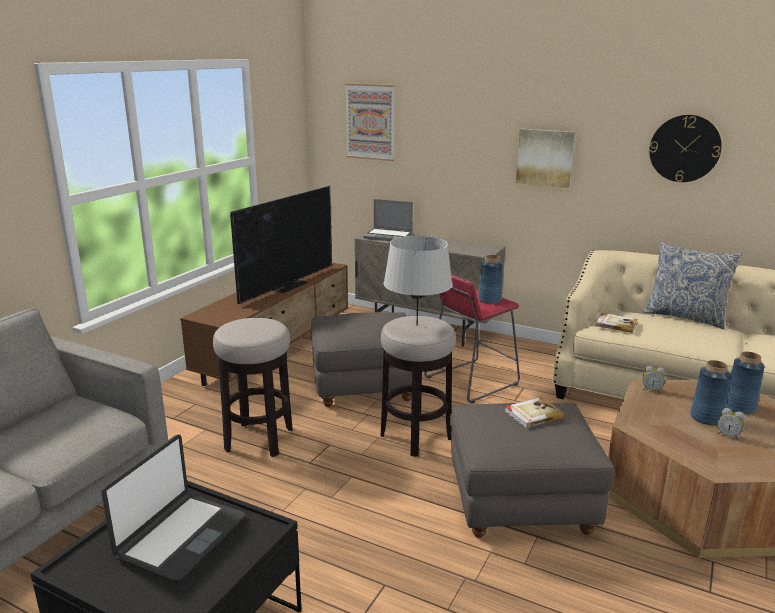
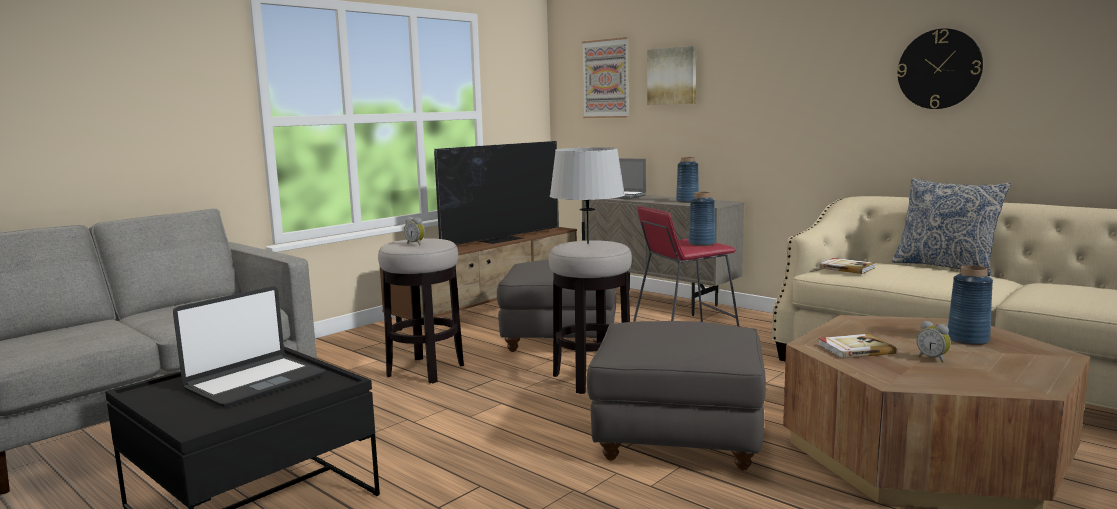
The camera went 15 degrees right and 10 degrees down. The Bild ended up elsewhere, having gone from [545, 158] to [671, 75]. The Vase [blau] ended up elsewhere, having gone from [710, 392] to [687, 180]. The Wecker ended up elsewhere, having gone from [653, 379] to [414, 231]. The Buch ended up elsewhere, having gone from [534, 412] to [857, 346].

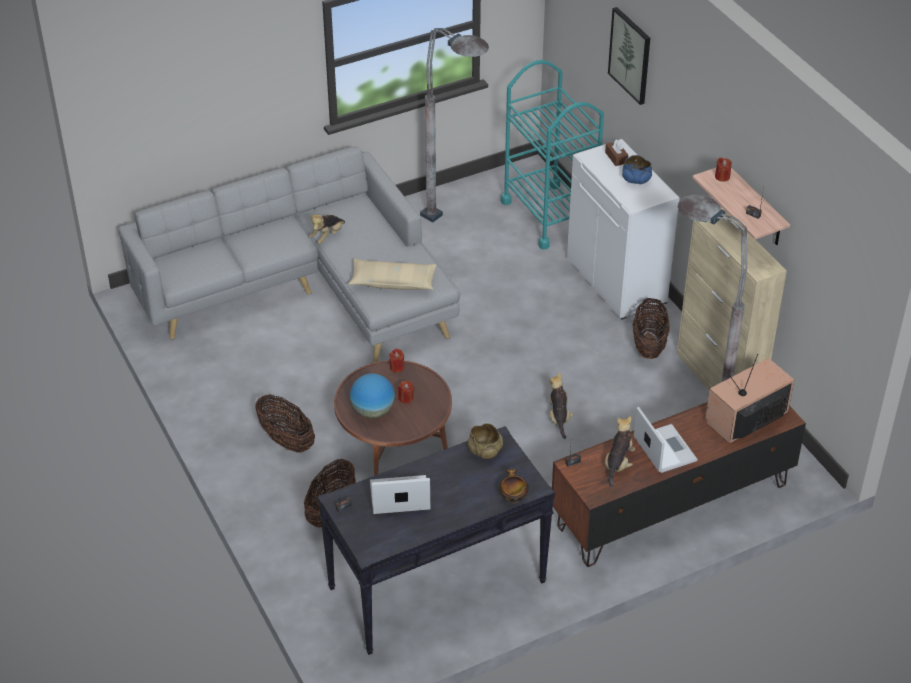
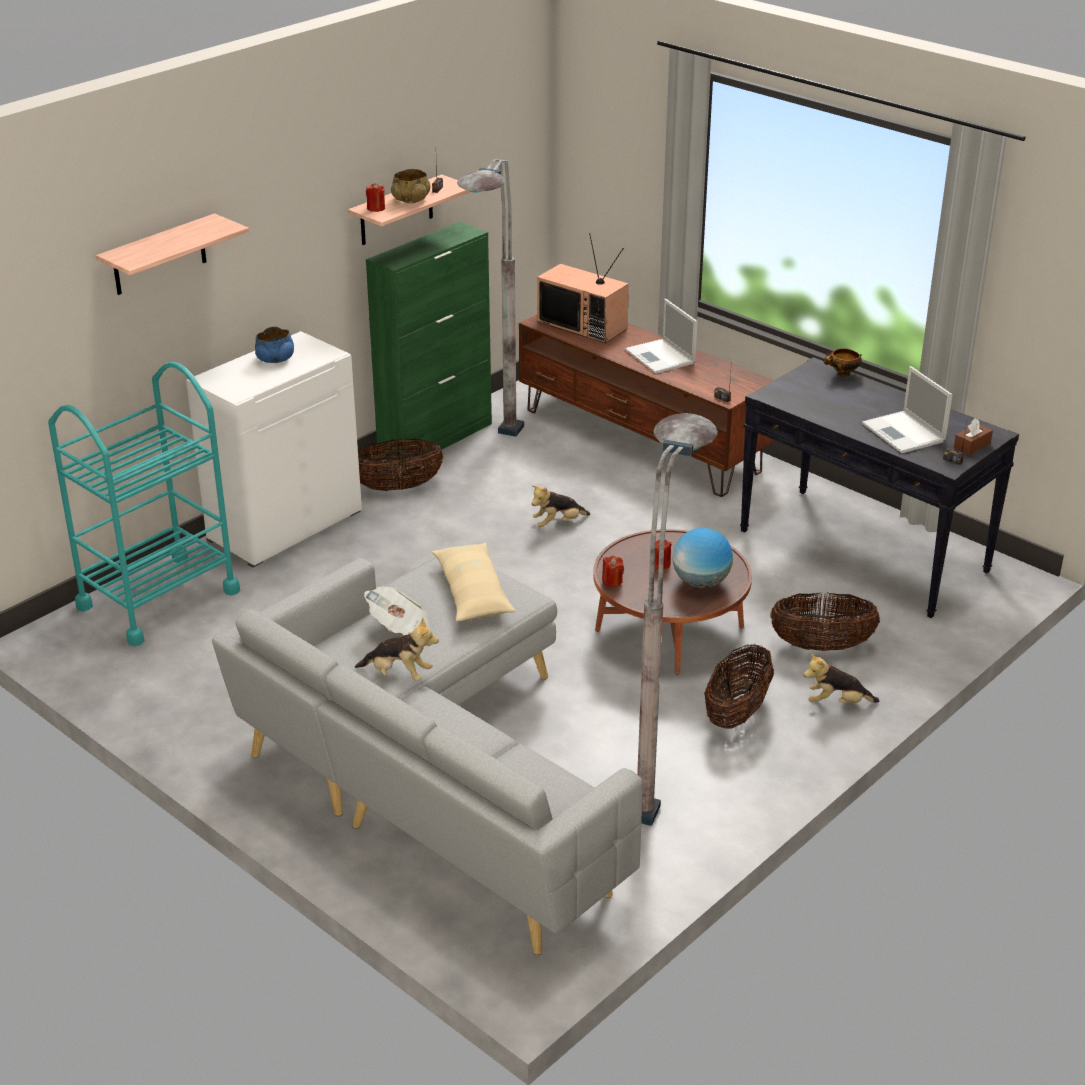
The camera went 110 degrees left and 10 degrees down. Where the Bild hung at [629, 56], the Wandregal came to hang at [172, 254]. The Stehlampe [grau] ended up elsewhere, having gone from [454, 125] to [677, 619]. The Taschentuchbox [braun] ended up elsewhere, having gone from [616, 152] to [973, 436]. What was the Schrank [beige] at [732, 299] turned into the Schrank [grün] at [429, 342]. The Laptop at [666, 440] ended up facing another way, 75 degrees counterclockwise from before. The Plüschtier ended up elsewhere, having gone from [620, 451] to [841, 678]. The Schüssel [beige] ended up elsewhere, having gone from [485, 441] to [410, 186]. The second view gained the Zeitung at [397, 610].

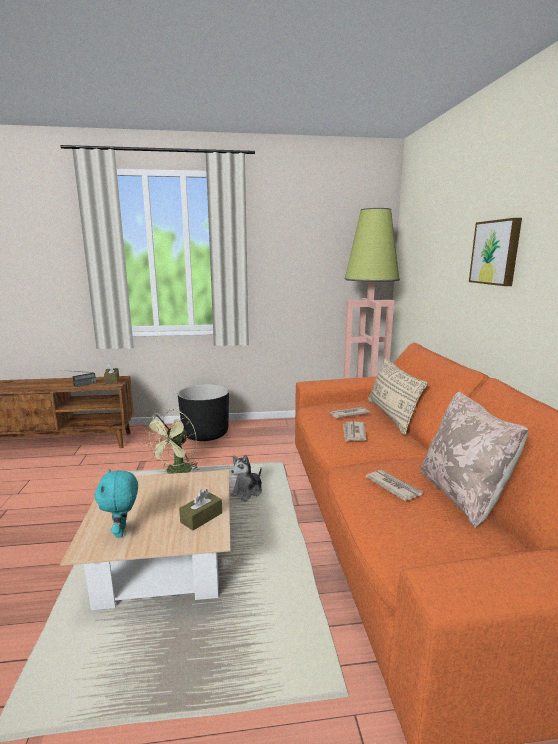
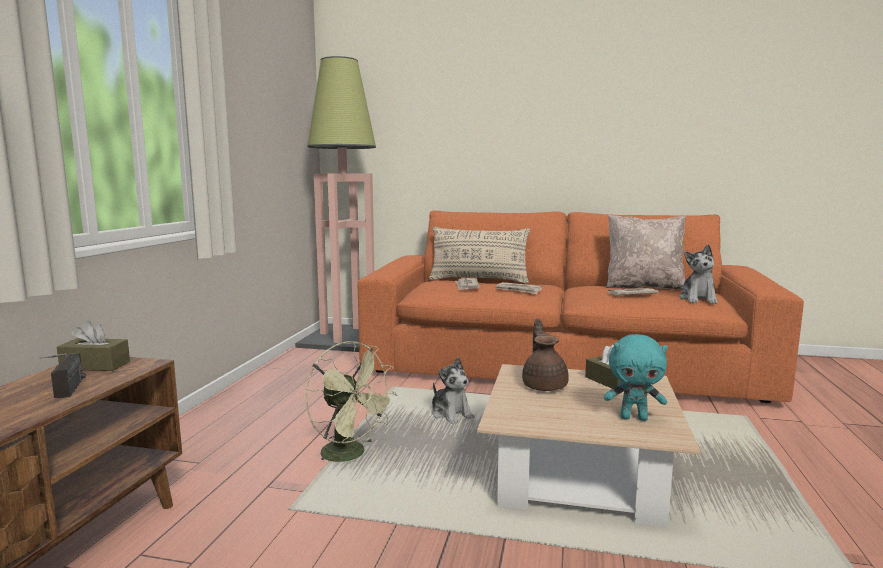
The camera went 70 degrees left and 5 degrees down. The second view lost the Bild at [495, 252]. The second view lost the Pflanzkübel [schwarz] at [203, 412]. The second view gained the Plüschtier at [698, 274]. The second view gained the Teekanne [braun] at [545, 354].

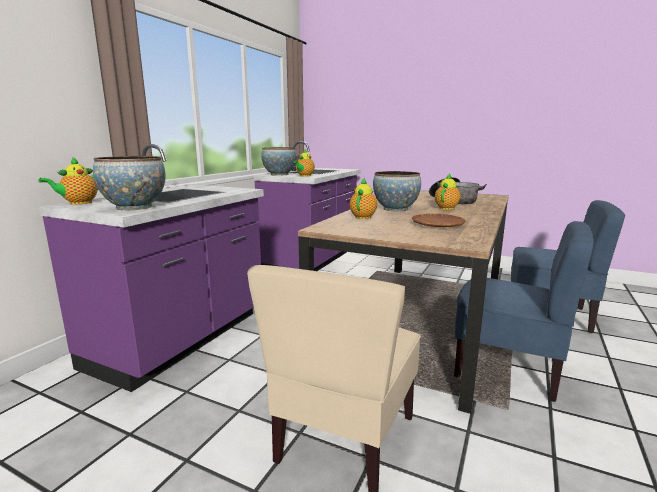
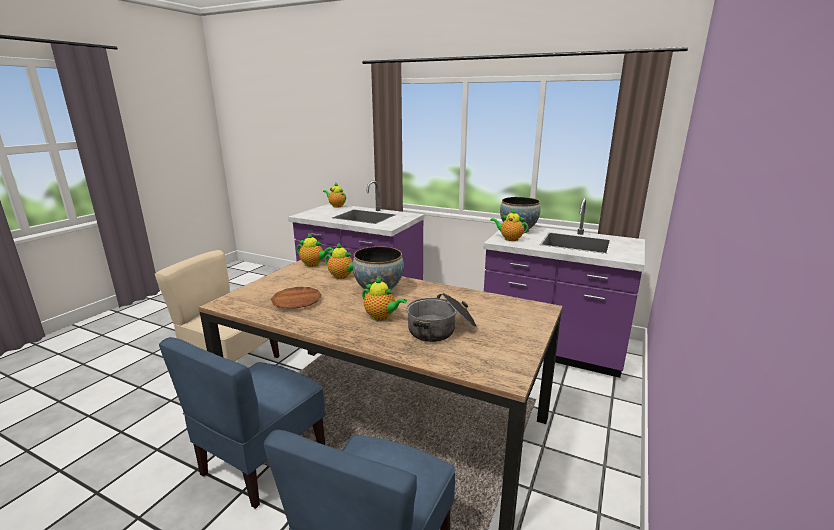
The camera went 90 degrees right and 5 degrees up. The second view lost the Schüssel at [129, 183]. The second view gained the Teekanne at [314, 250].

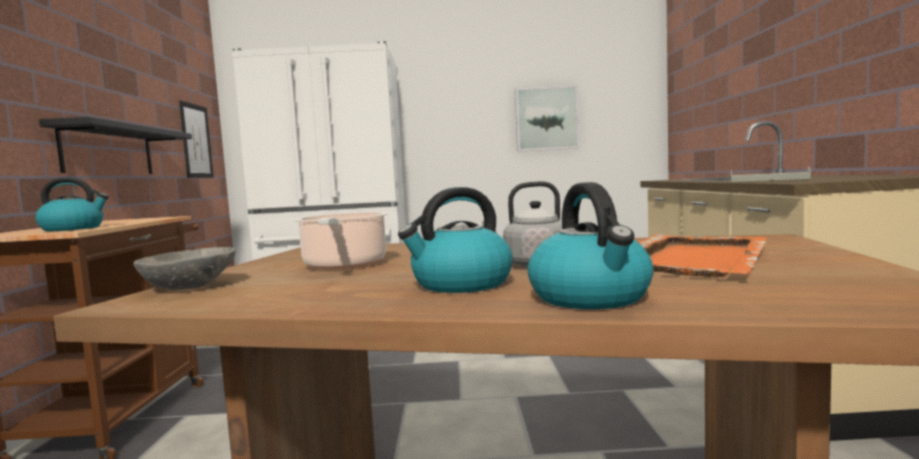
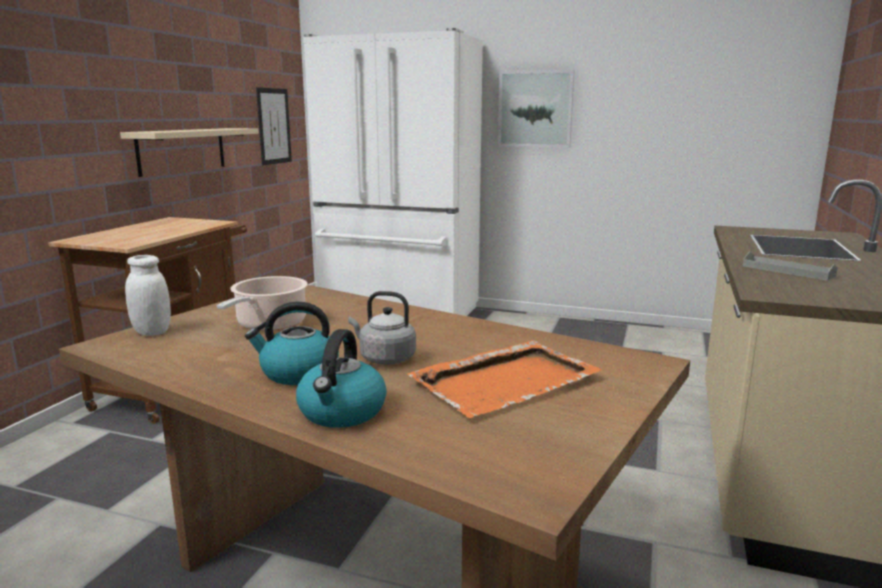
The camera went 20 degrees right and 10 degrees up. The Bild ended up elsewhere, having gone from [547, 118] to [536, 108]. What was the Wandregal [schwarz] at [115, 145] turned into the Wandregal [beige] at [189, 152]. The second view lost the Wasserkessel at [72, 204]. Where the Schüssel [grau] stood at [184, 268], the Vorratsglas [weiß] came to stand at [148, 295].

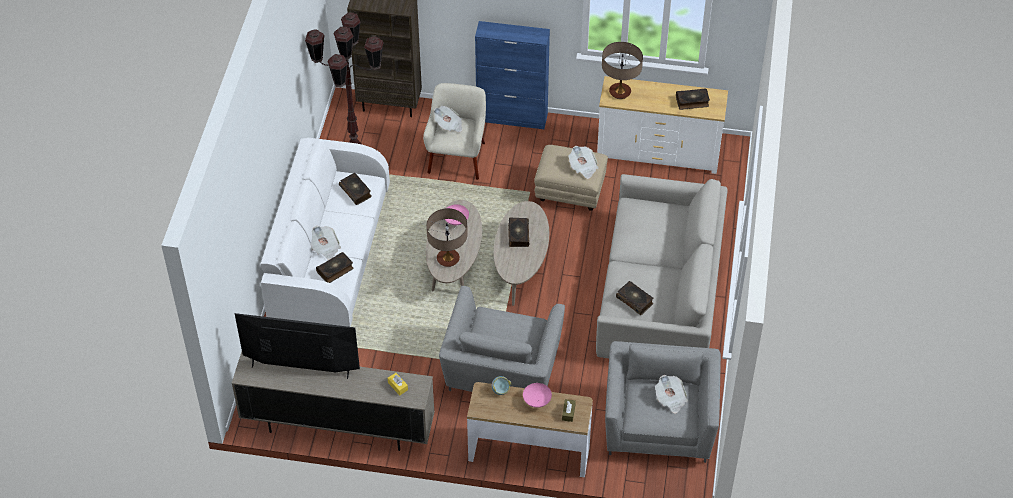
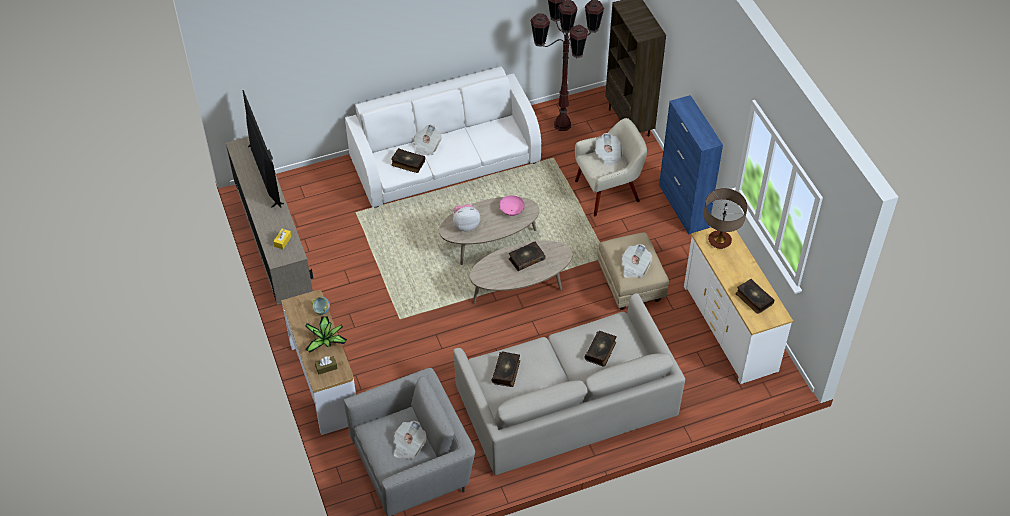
The camera went 60 degrees right and 0 degrees up. The Buch ended up elsewhere, having gone from [355, 189] to [600, 349]. Where the Tischlampe stood at [447, 237], the Plüschtier came to stand at [466, 218]. The second view lost the Sessel [grau] at [502, 339]. Where the Schüssel [rosa] stood at [537, 395], the Topfpflanze came to stand at [326, 334].

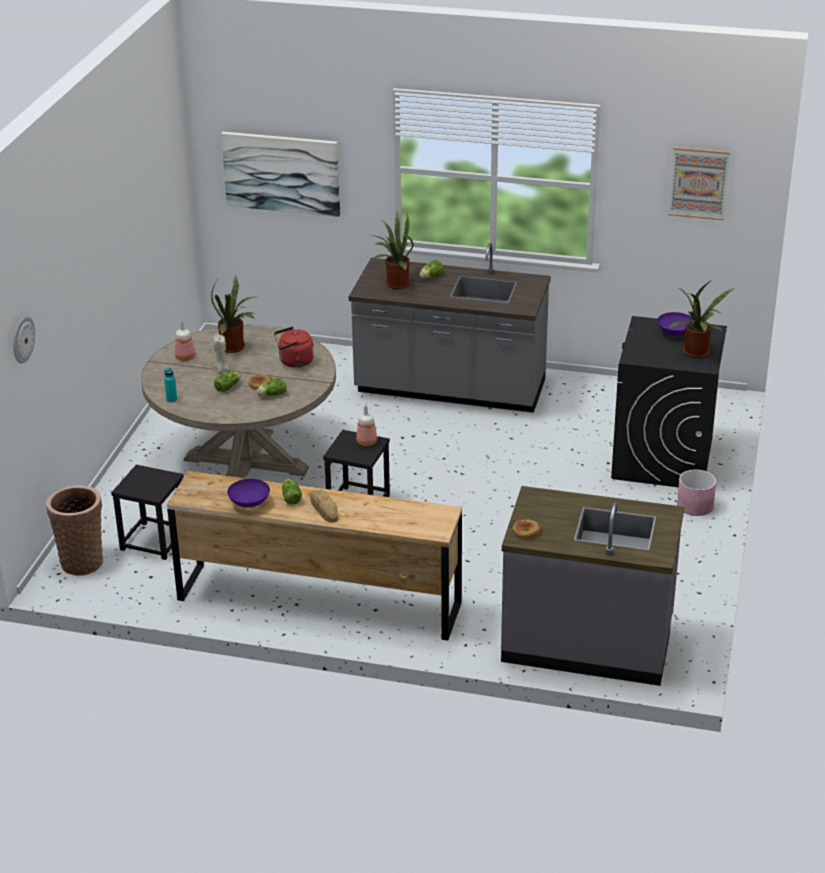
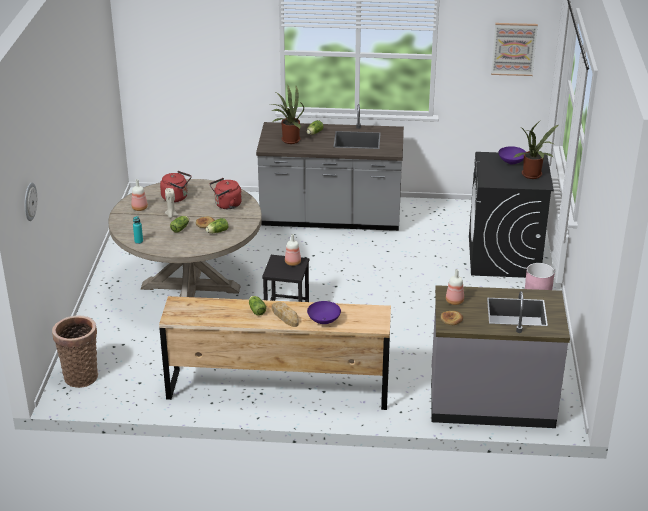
The camera went 10 degrees left and 0 degrees up. The second view lost the Bild at [280, 174]. Where the Topfpflanze stood at [233, 314], the Wasserkessel [rot] came to stand at [175, 186]. The second view lost the Hocker [schwarz] at [147, 512]. The Schüssel [lila] ended up elsewhere, having gone from [248, 493] to [324, 312]. The second view gained the Flasche at [455, 287].

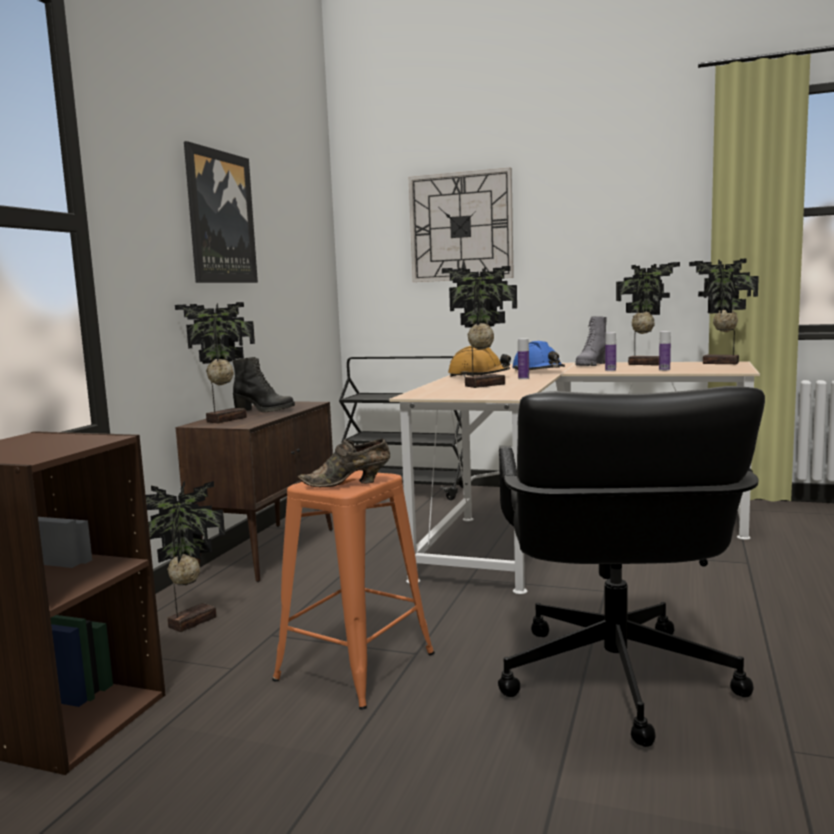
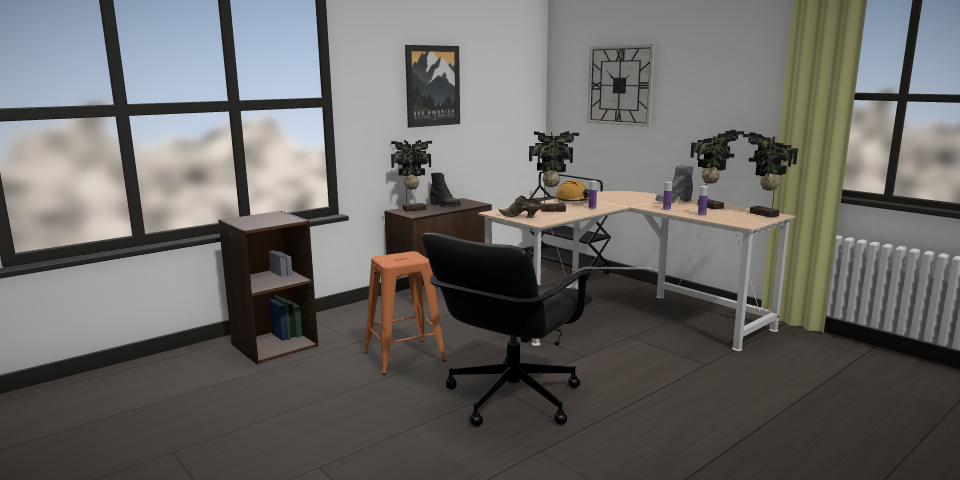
The camera went 30 degrees right and 5 degrees up. The second view lost the Schutzhelm [blau] at [538, 356]. The Schuh [braun] ended up elsewhere, having gone from [344, 463] to [520, 206]. The second view lost the Topfpflanze at [185, 556].

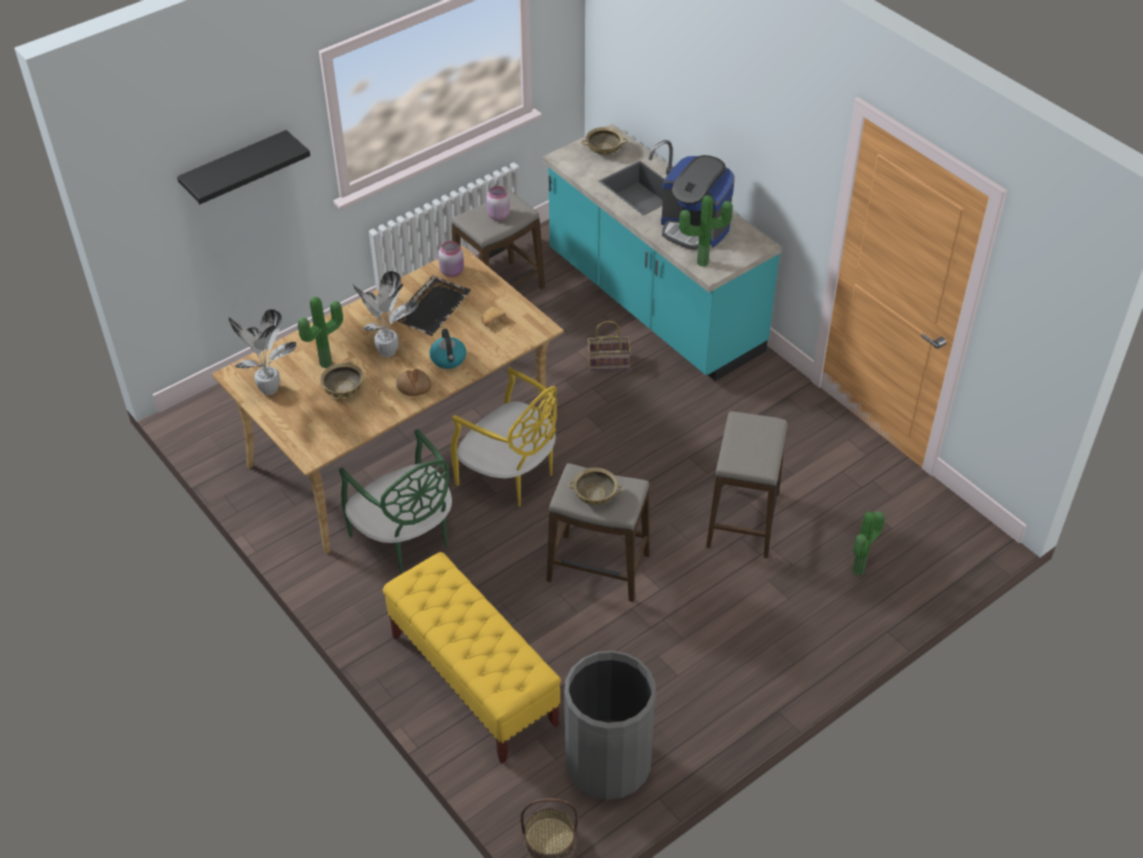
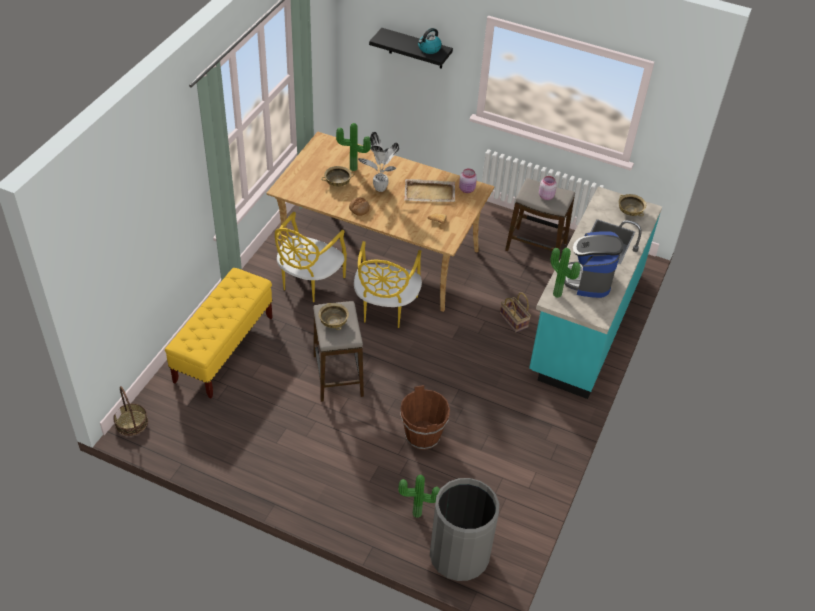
The camera went 60 degrees right and 0 degrees up. What was the Tablett [schwarz] at [433, 305] turned into the Tablett [beige] at [429, 190]. The second view lost the Topfpflanze at [262, 352]. The Wasserkessel ended up elsewhere, having gone from [447, 349] to [430, 41]. Where the Hocker stood at [746, 484], the Eimer [braun] came to stand at [425, 417]. What was the Stuhl [grün] at [395, 501] turned into the Stuhl [gelb] at [311, 256]. The Mülleimer [grau] ended up elsewhere, having gone from [610, 725] to [464, 529].

